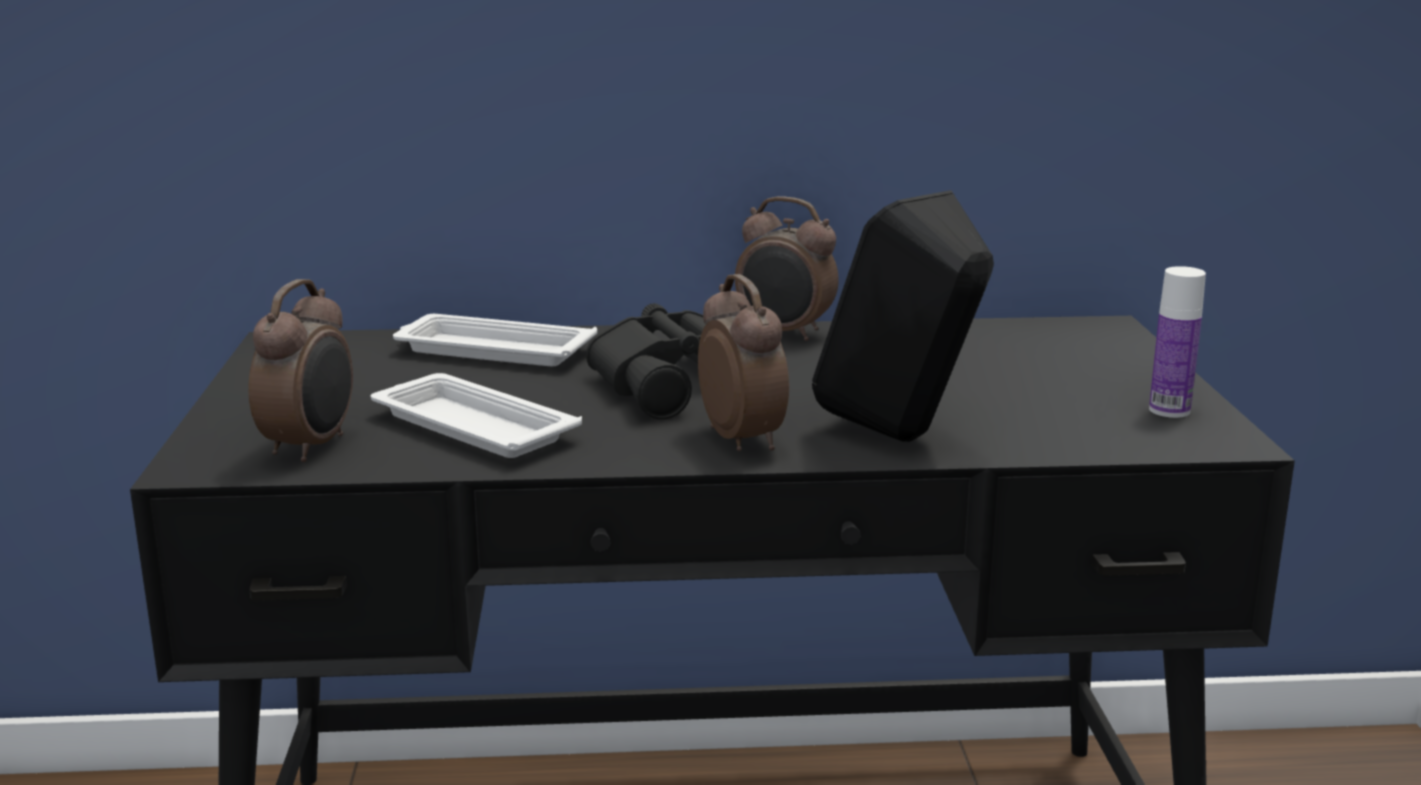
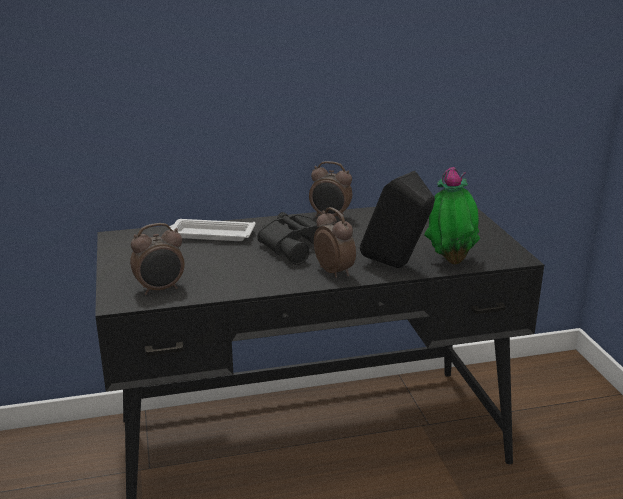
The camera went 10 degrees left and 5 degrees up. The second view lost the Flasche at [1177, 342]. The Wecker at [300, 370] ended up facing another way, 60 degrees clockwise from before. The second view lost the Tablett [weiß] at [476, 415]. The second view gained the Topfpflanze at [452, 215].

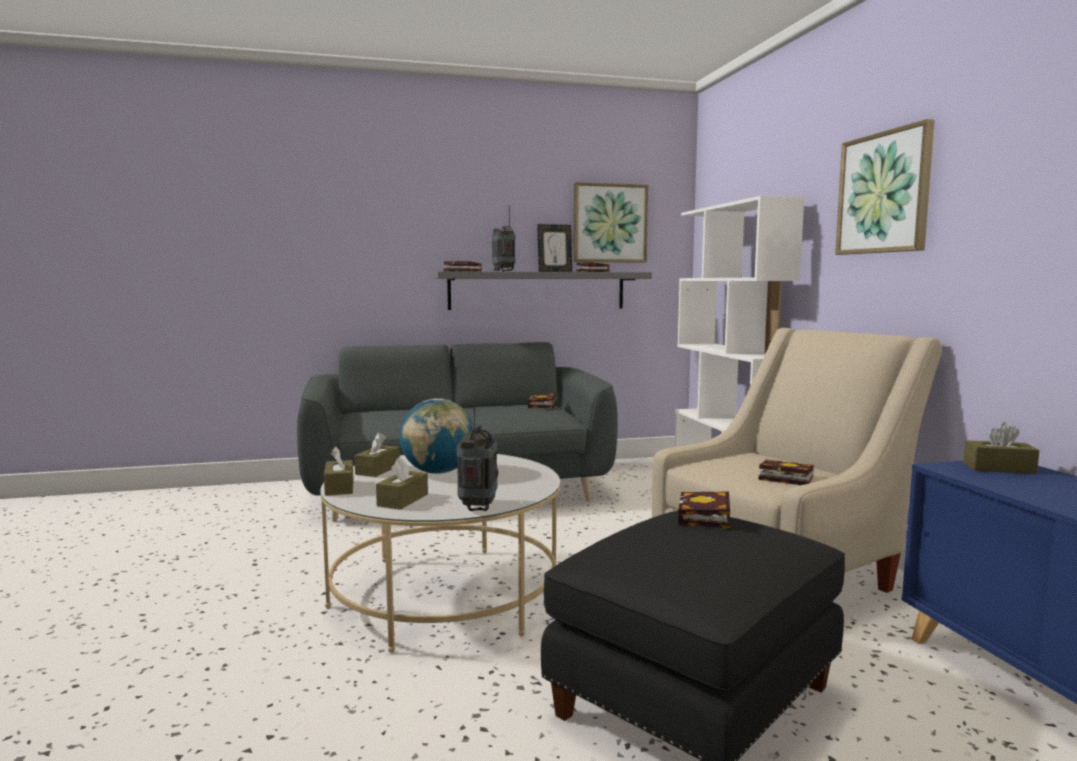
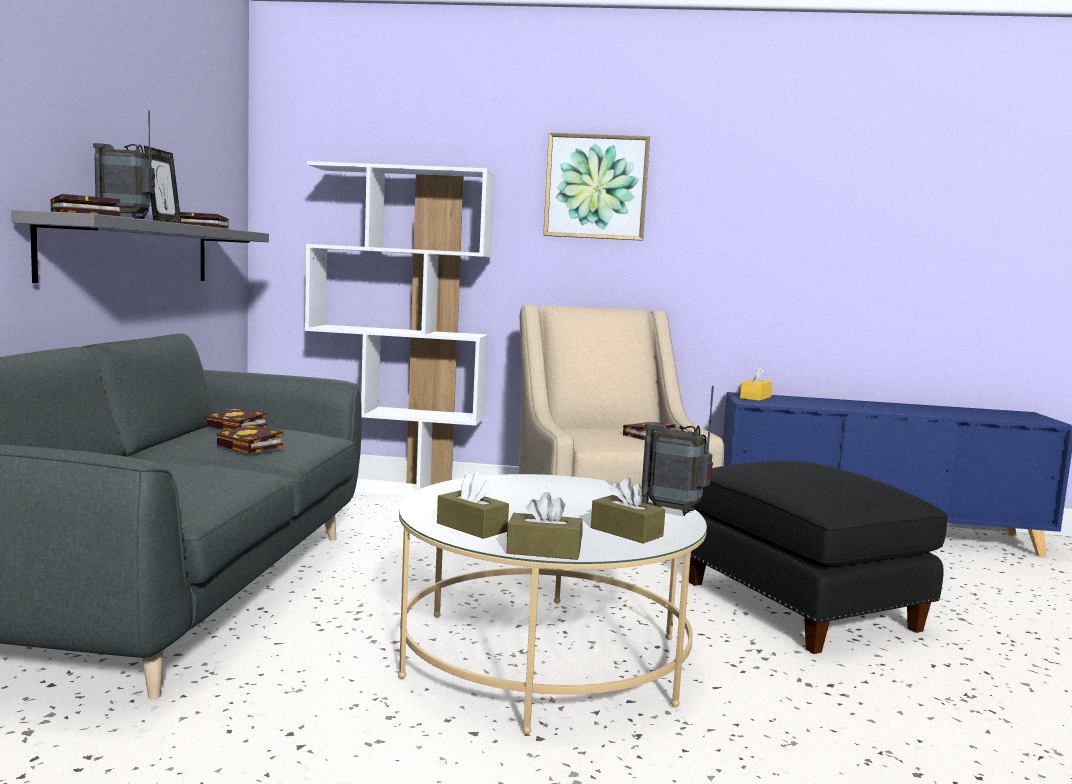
The camera went 70 degrees left and 0 degrees up. The second view lost the Bild at [610, 222]. The second view lost the Globus at [436, 436]. What was the Taschentuchbox [braun] at [1001, 448] turned into the Taschentuchbox [gelb] at [756, 383]. The Buch ended up elsewhere, having gone from [704, 510] to [250, 439].

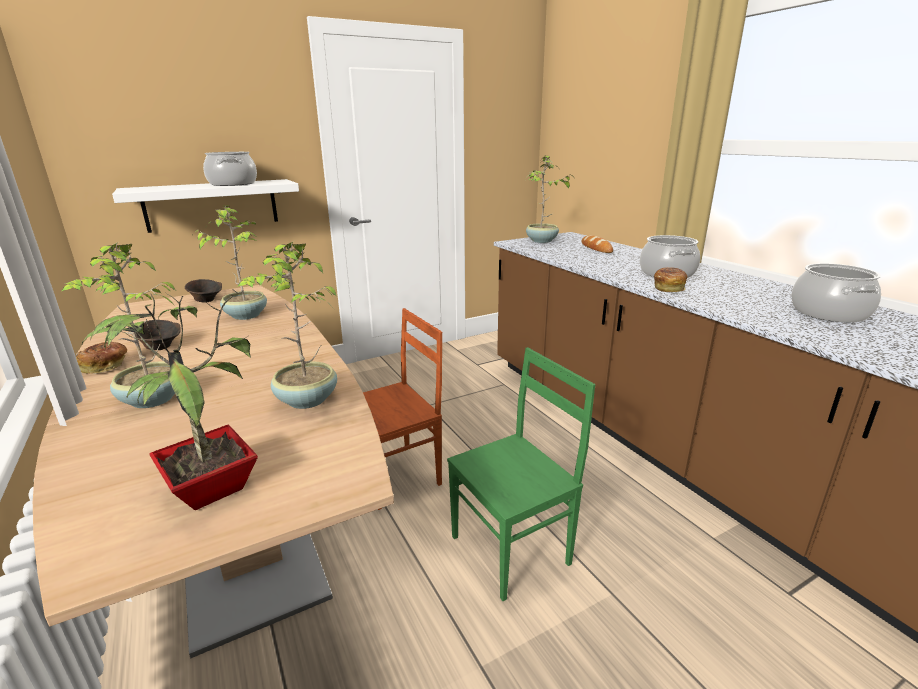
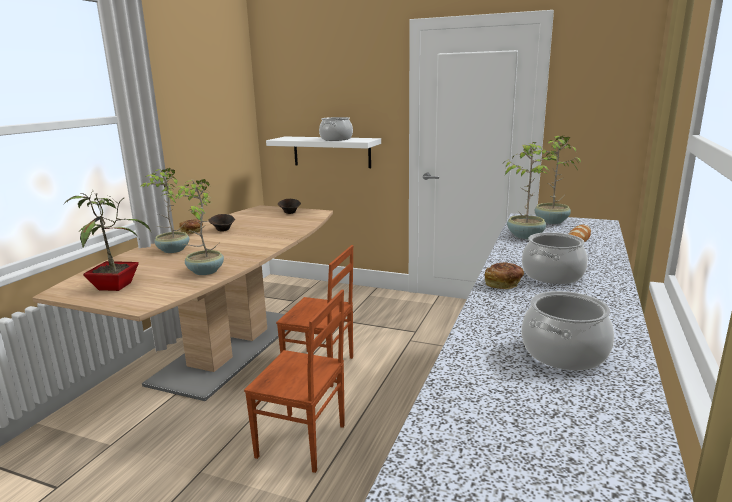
The camera went 50 degrees right and 5 degrees down. The Topfpflanze ended up elsewhere, having gone from [230, 263] to [529, 190]. What was the Stuhl [grün] at [521, 474] turned into the Stuhl [braun] at [294, 381].

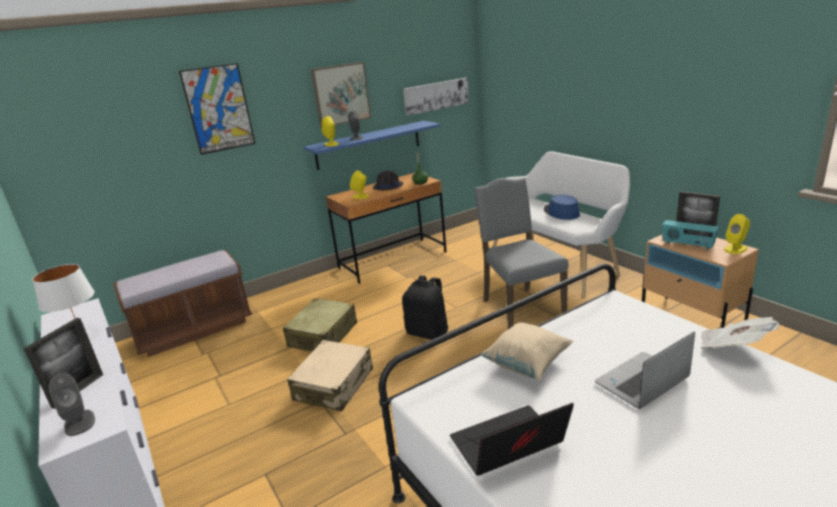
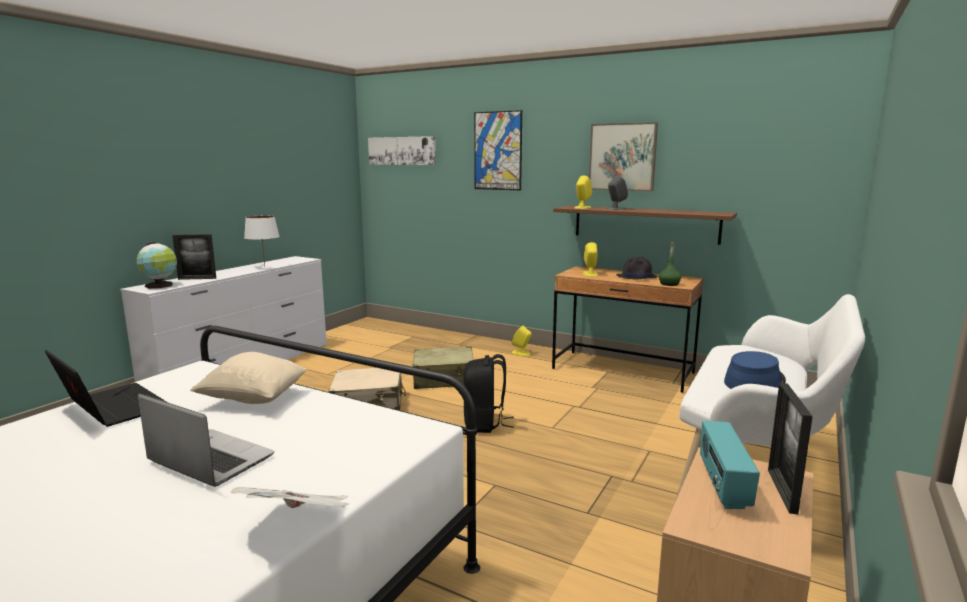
The camera went 60 degrees right and 10 degrees down. The Bild ended up elsewhere, having gone from [436, 97] to [402, 150]. What was the Wandregal [blau] at [372, 145] turned into the Wandregal [braun] at [645, 225]. The second view lost the Stuhl [grau] at [521, 253]. The Lautsprecher [gelb] ended up elsewhere, having gone from [737, 234] to [522, 341]. The second view lost the Bank [braun] at [182, 303]. Where the Lautsprecher [grau] stood at [72, 404], the Globus came to stand at [157, 265].

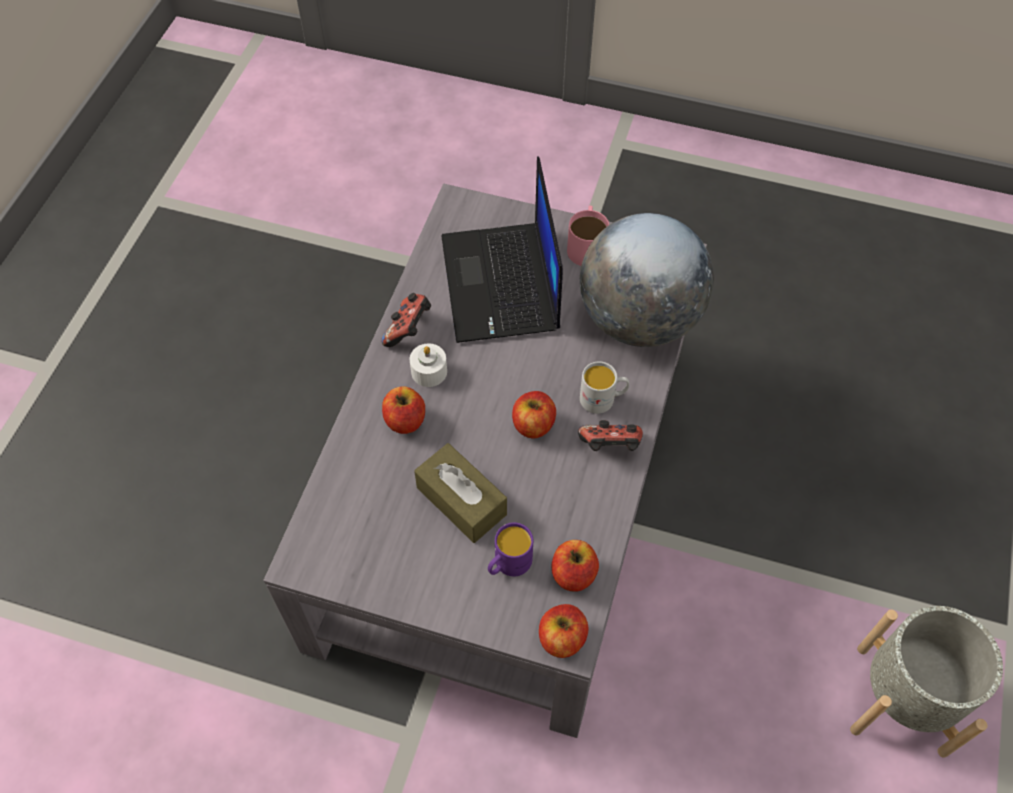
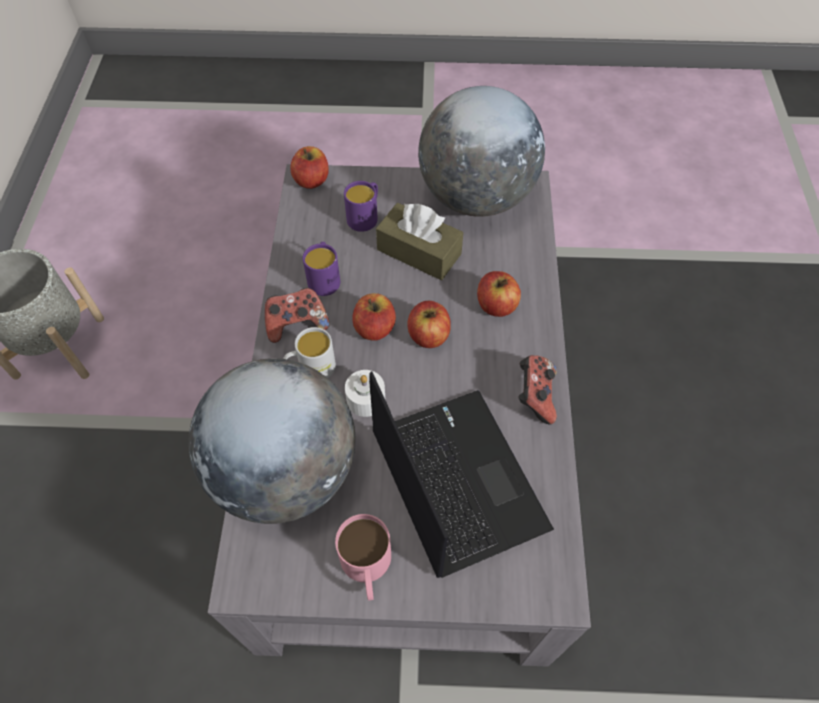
The camera went 165 degrees right and 0 degrees up. The Kerze [weiß] ended up elsewhere, having gone from [428, 365] to [365, 393]. The Apfel ended up elsewhere, having gone from [575, 566] to [429, 324]. The second view gained the Globus at [481, 151]. The second view gained the Henkelbecher [lila] at [321, 269].

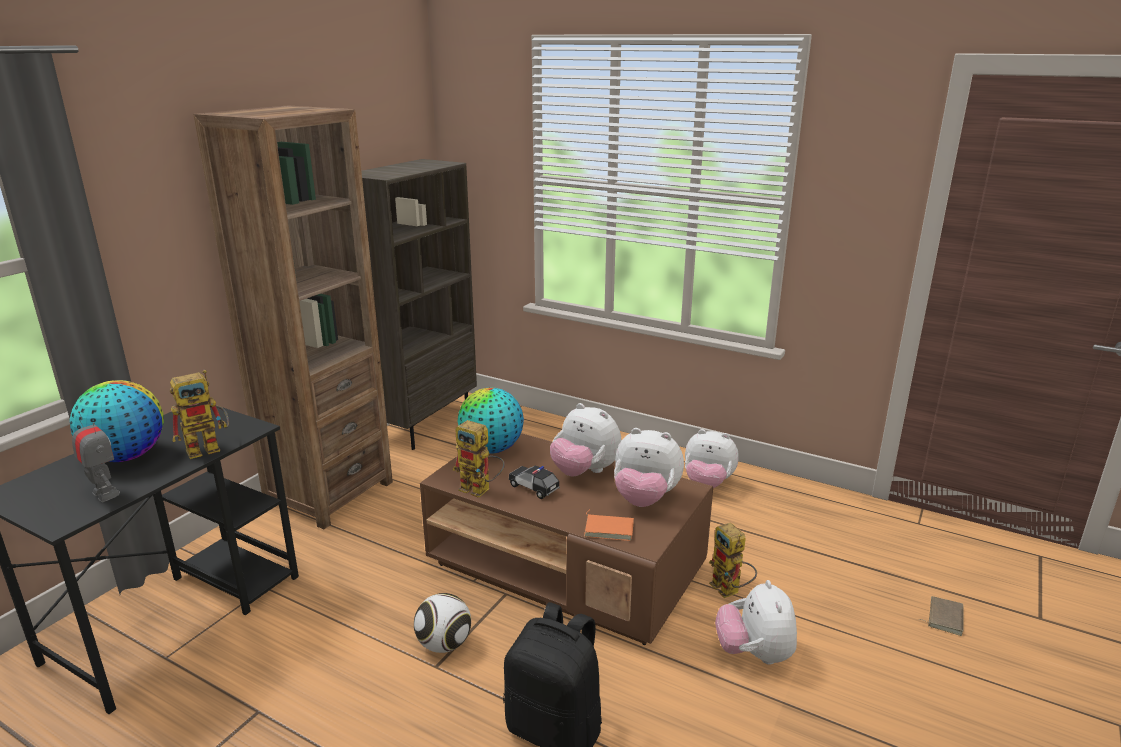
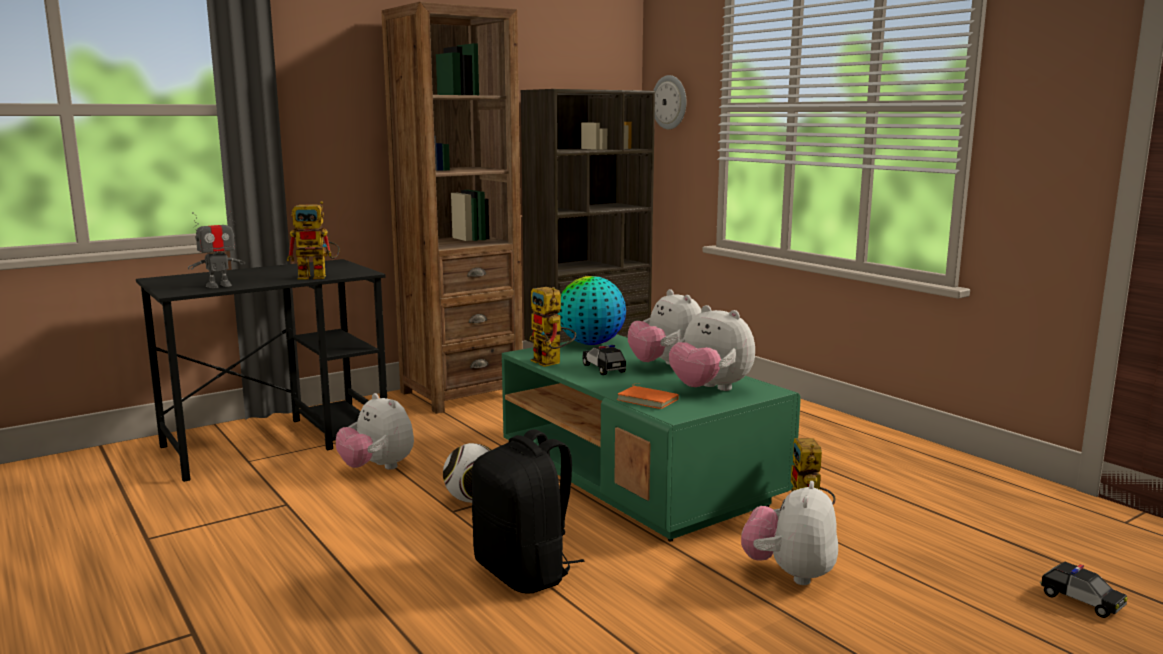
The camera went 25 degrees right and 10 degrees down. The second view lost the Globus at [117, 421]. The Spielzeugroboter at [96, 456] ended up facing another way, 75 degrees clockwise from before. The Plüschtier ended up elsewhere, having gone from [712, 458] to [375, 431]. What was the Couchtisch [braun] at [566, 539] turned into the Couchtisch [grün] at [651, 437]. Where the Buch [braun] stood at [941, 616], the Spielzeugauto came to stand at [1083, 590]. The second view gained the Wanduhr at [669, 102].

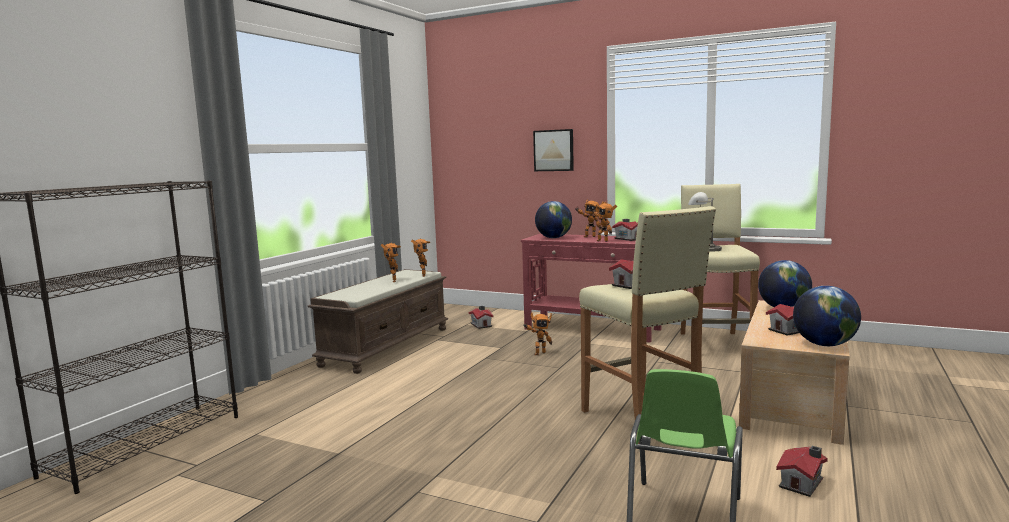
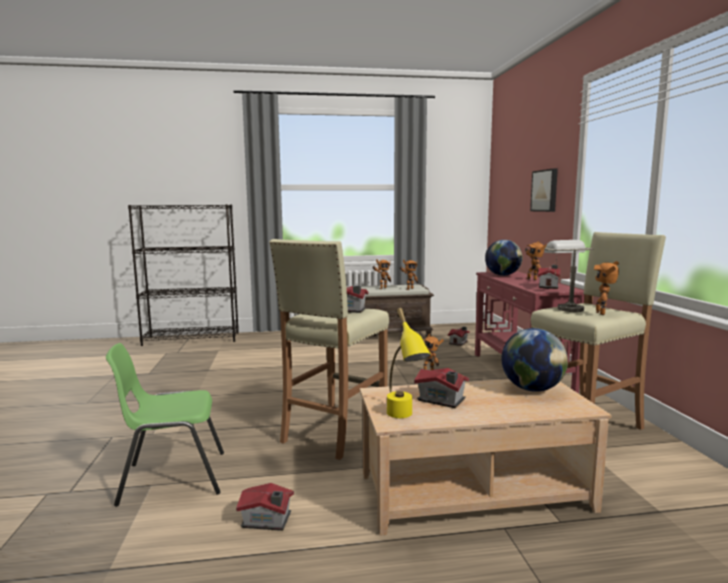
The camera went 55 degrees right and 0 degrees up. The Spielzeugroboter ended up elsewhere, having gone from [605, 222] to [606, 288]. Where the Globus stood at [827, 316], the Tischlampe [gelb] came to stand at [409, 363].

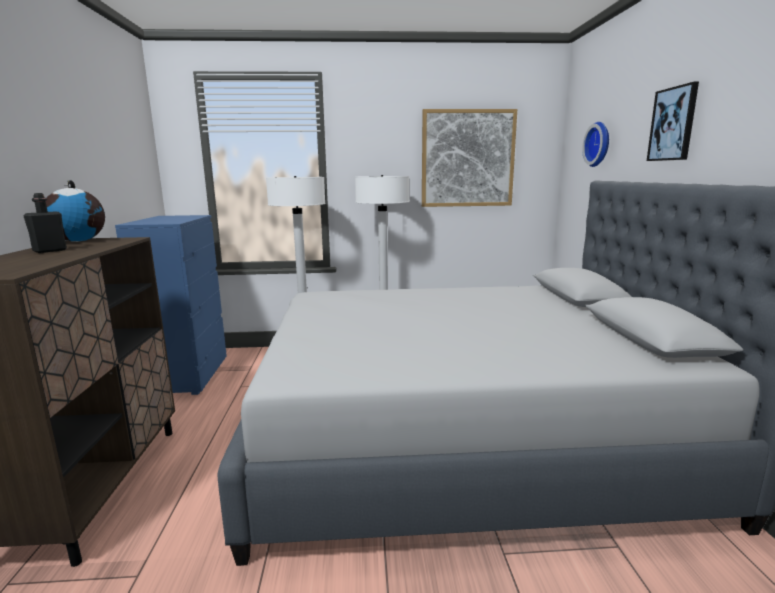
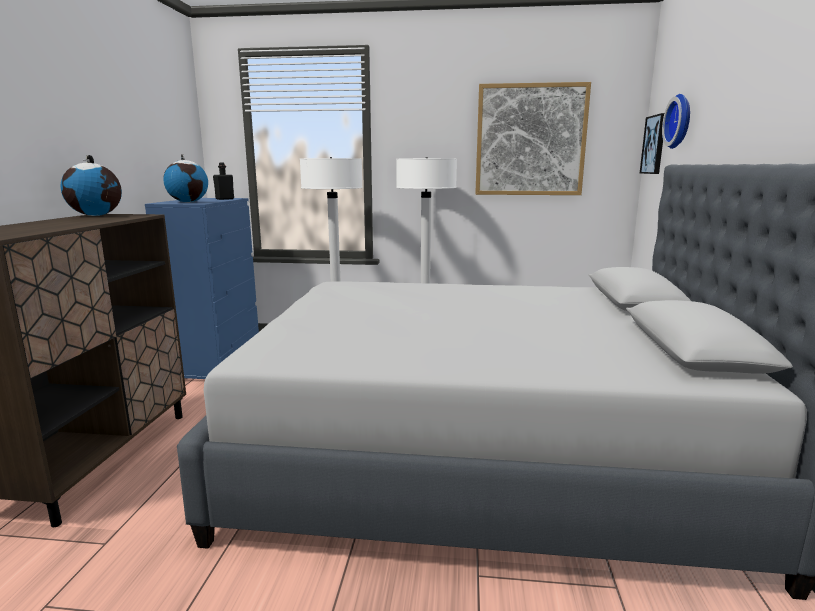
The camera went 10 degrees right and 0 degrees up. The Bild ended up elsewhere, having gone from [673, 121] to [652, 143]. The Flasche [schwarz] ended up elsewhere, having gone from [45, 223] to [223, 181]. The second view gained the Globus at [185, 178].

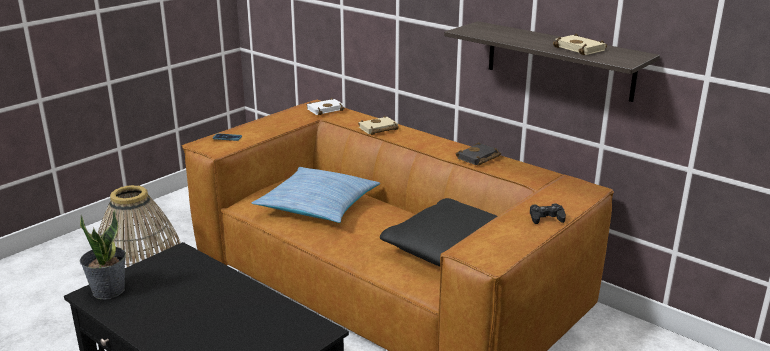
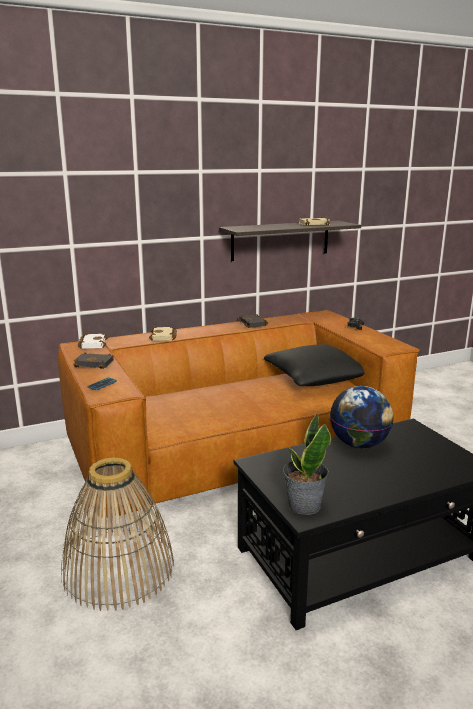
The camera went 65 degrees left and 5 degrees down. The second view lost the Kissen at [316, 195]. The second view gained the Buch [schwarz] at [93, 360]. The second view gained the Globus at [361, 417].

